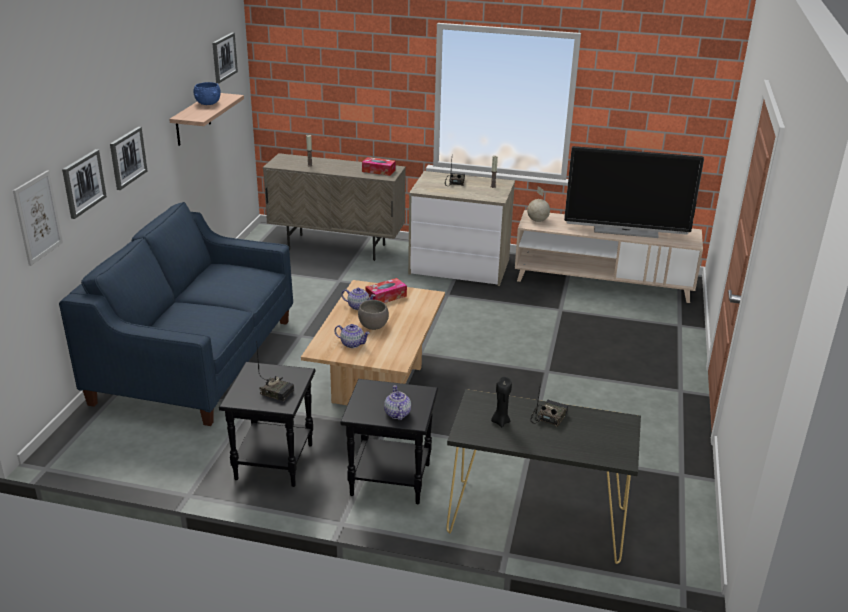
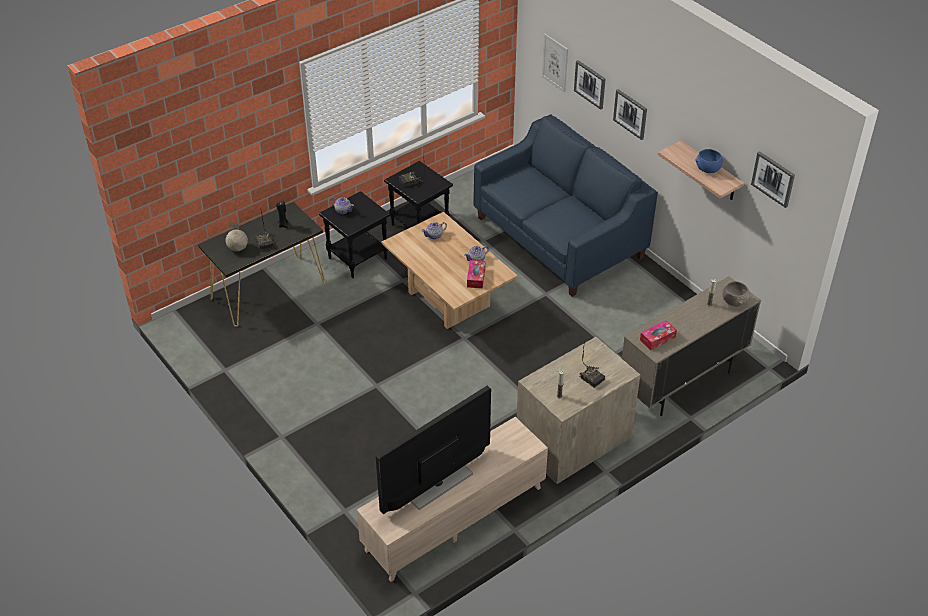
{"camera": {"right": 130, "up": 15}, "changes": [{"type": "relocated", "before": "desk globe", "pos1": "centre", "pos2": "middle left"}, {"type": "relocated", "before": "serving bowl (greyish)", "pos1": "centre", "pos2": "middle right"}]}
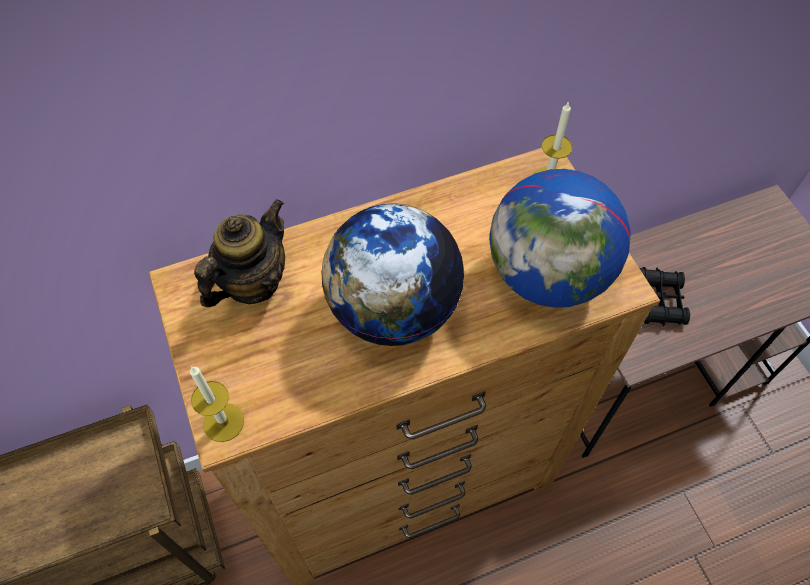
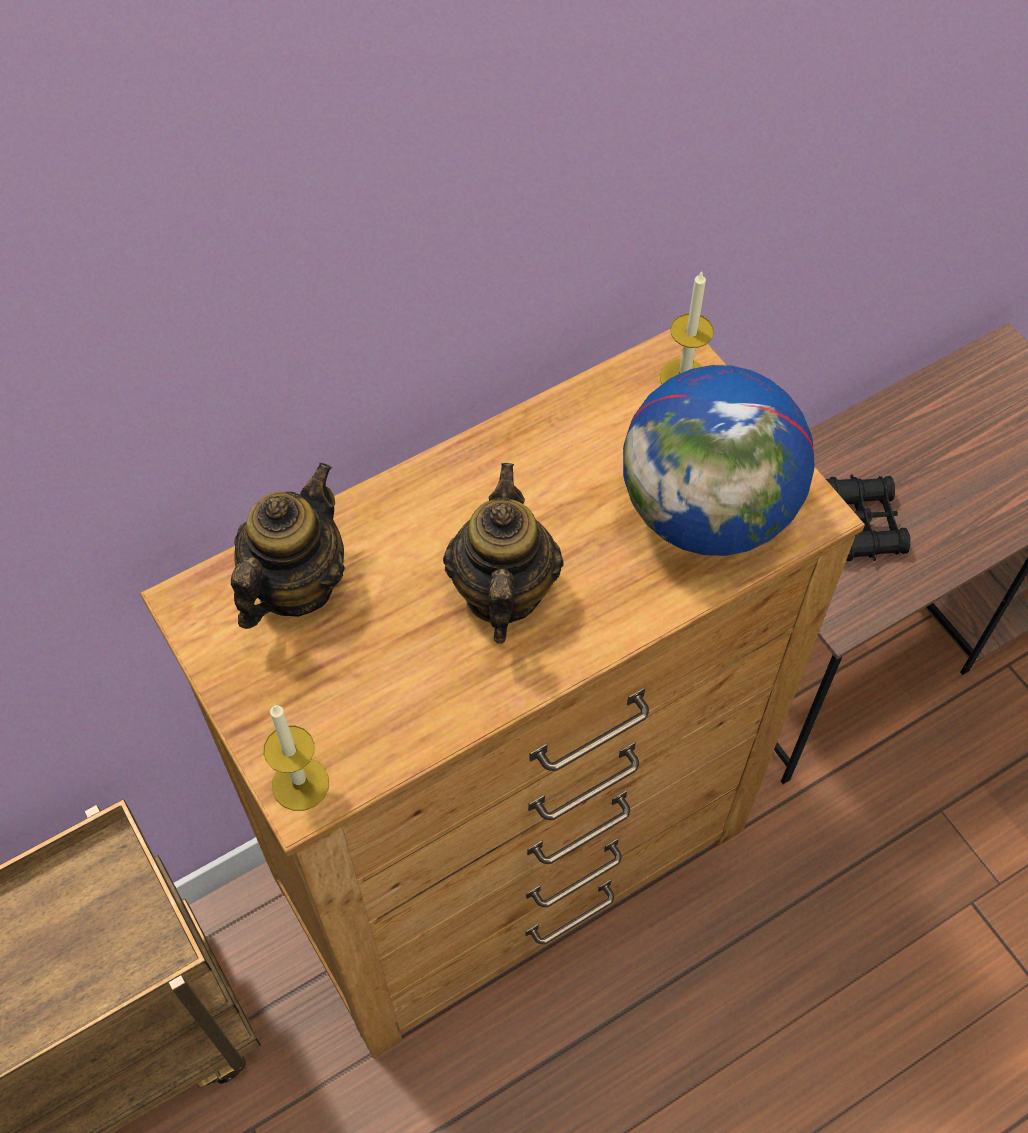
{"camera": {"right": -10, "up": 0}, "changes": [{"type": "exchanged", "before": "desk globe (no. 1 from left)", "after": "pot for tea (no. 2 from left)", "pos1": "centre", "pos2": "centre"}]}
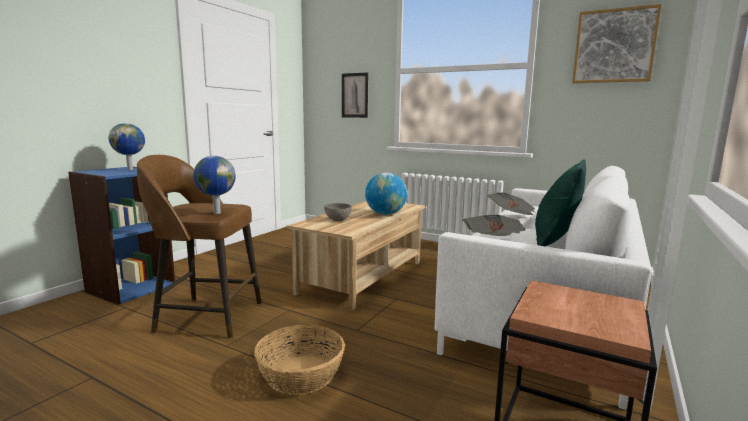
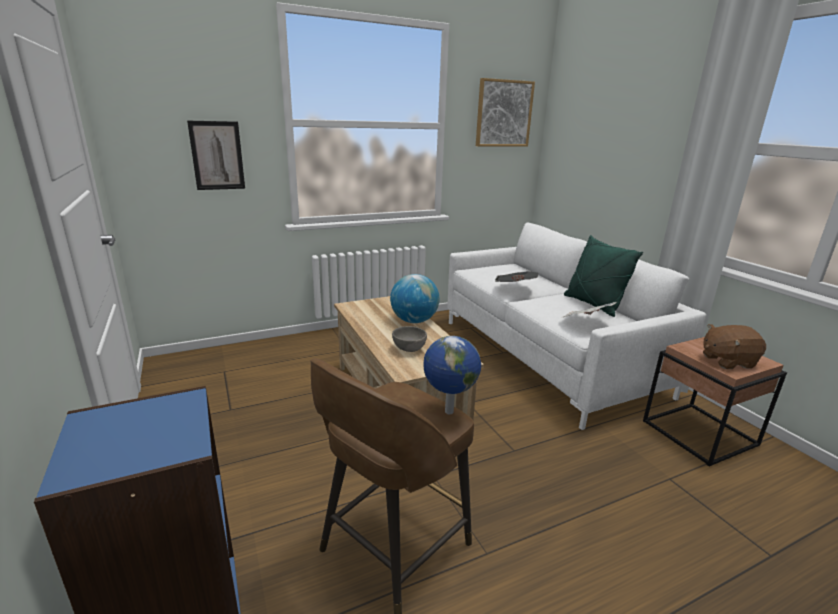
{"camera": {"right": -55, "up": 10}, "changes": [{"type": "appeared", "after": "plush toy (brown)", "pos2": "middle right"}, {"type": "missing", "before": "desk globe (no. 1 from left)", "pos1": "middle left"}, {"type": "missing", "before": "storage basket", "pos1": "bottom centre"}]}
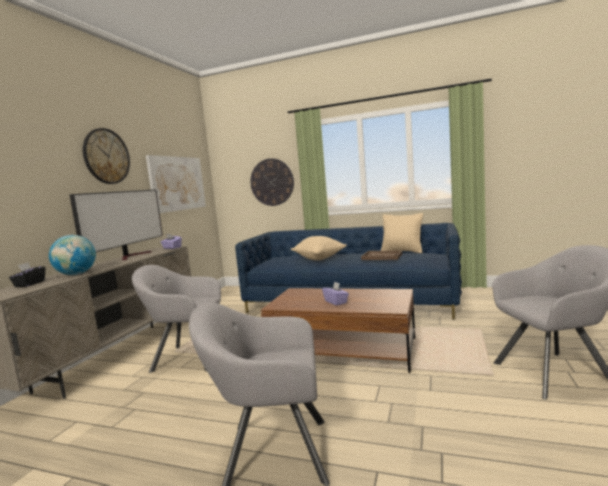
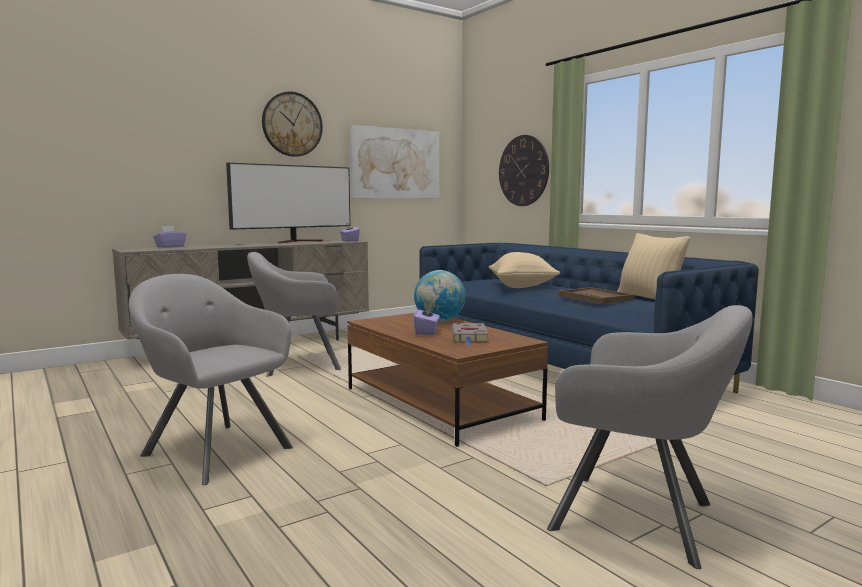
{"camera": {"right": 35, "up": 0}, "changes": [{"type": "colour", "before": "tissue box (black-coloured)", "after": "tissue box (purplish) (no. 1 from left)", "pos1": "middle left", "pos2": "middle left"}, {"type": "spun", "before": "easy chair (greyish) (no. 1 from left in the first image)", "pos1": "middle left", "pos2": "centre", "turn": -60}, {"type": "relocated", "before": "desk globe", "pos1": "middle left", "pos2": "centre"}, {"type": "appeared", "after": "book (greyish)", "pos2": "centre"}]}
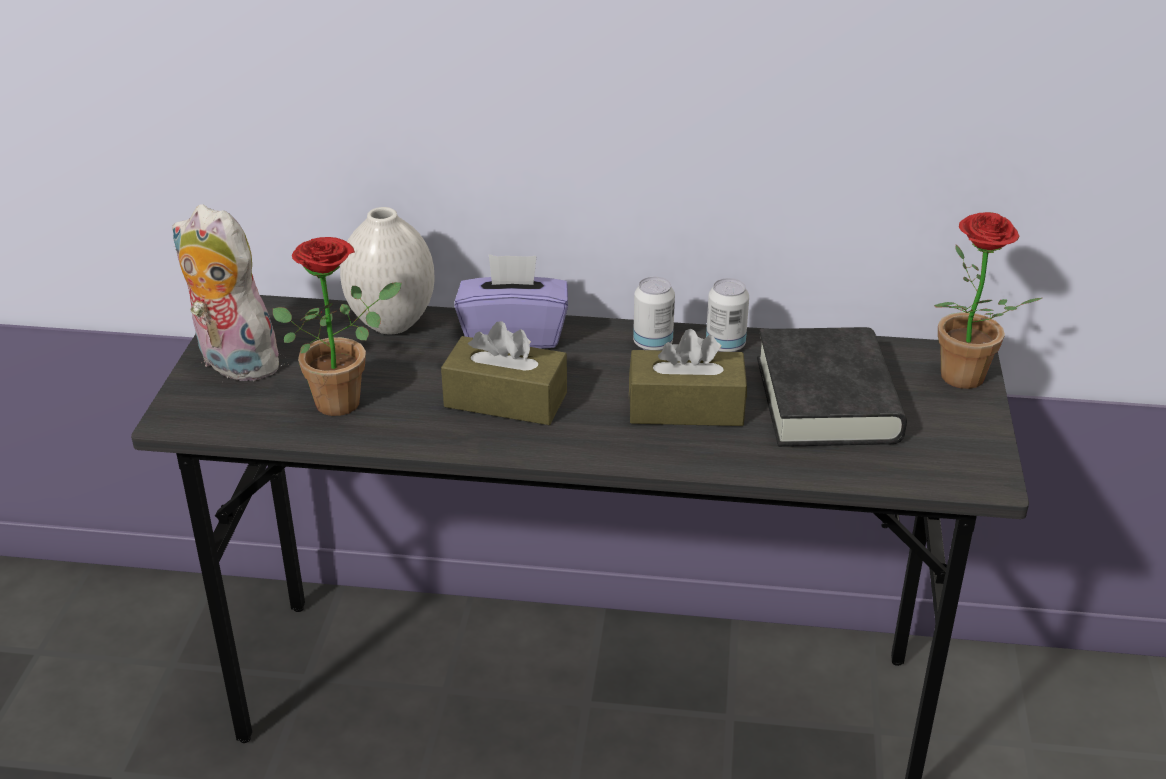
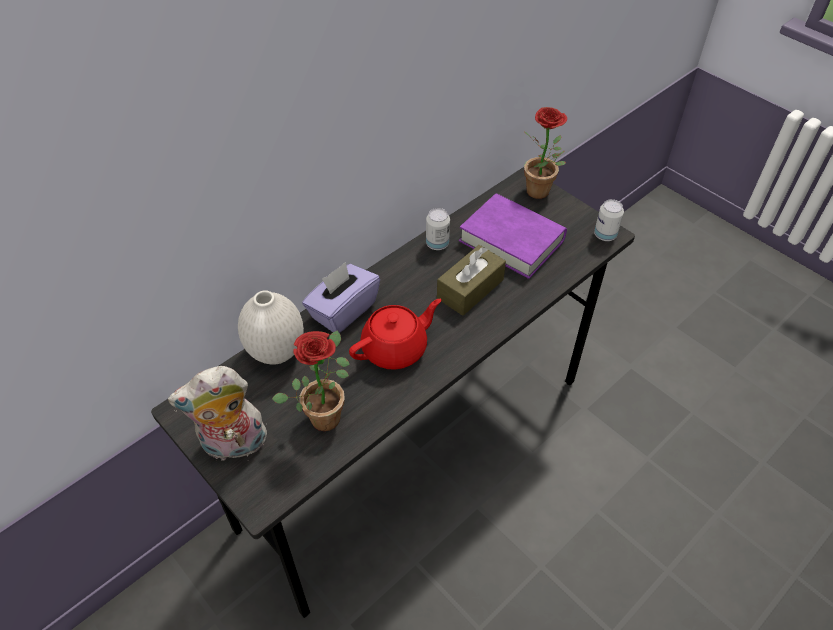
{"camera": {"right": -50, "up": 15}, "changes": [{"type": "exchanged", "before": "tissue box (brown) (no. 1 from left)", "after": "pot for tea (red)", "pos1": "centre", "pos2": "centre"}, {"type": "colour", "before": "book (black-coloured)", "after": "book (purplish)", "pos1": "middle right", "pos2": "centre"}, {"type": "relocated", "before": "sealed can (no. 1 from left in the first image)", "after": "sealed can (no. 2 from left)", "pos1": "centre", "pos2": "middle right"}]}
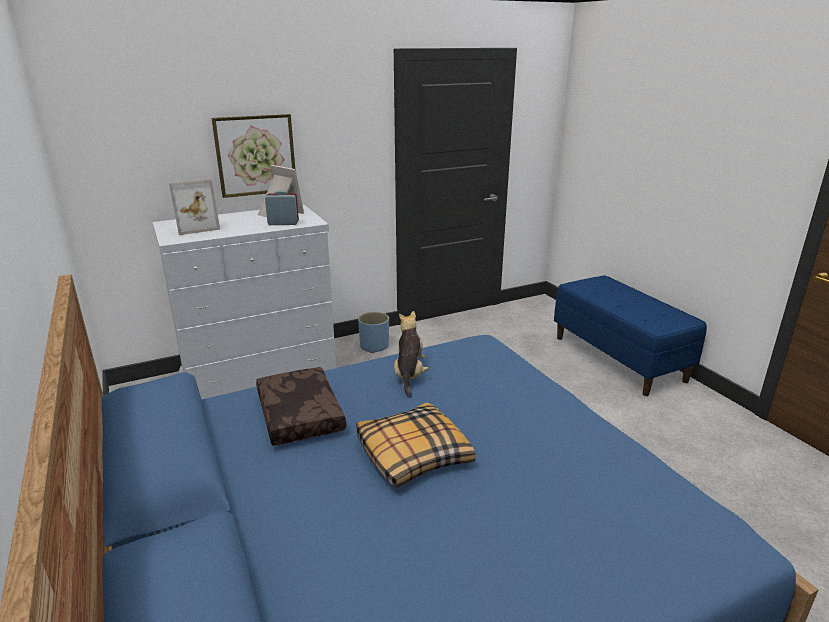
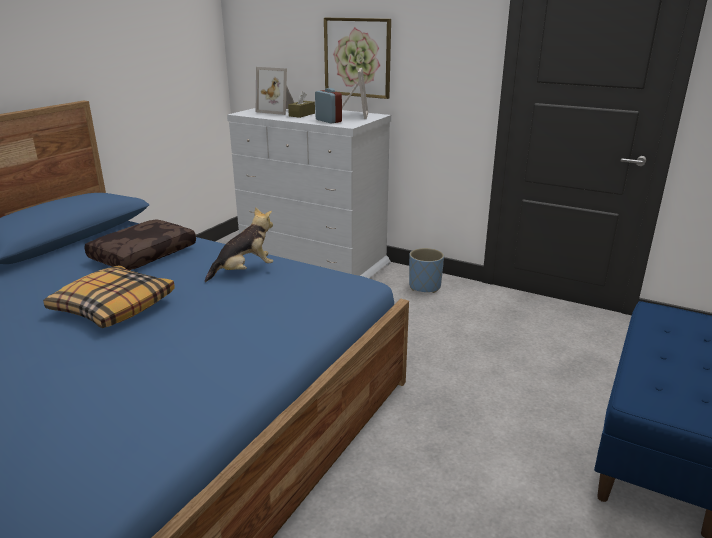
{"camera": {"right": 55, "up": 0}, "changes": [{"type": "appeared", "after": "tissue box (brown)", "pos2": "top centre"}]}
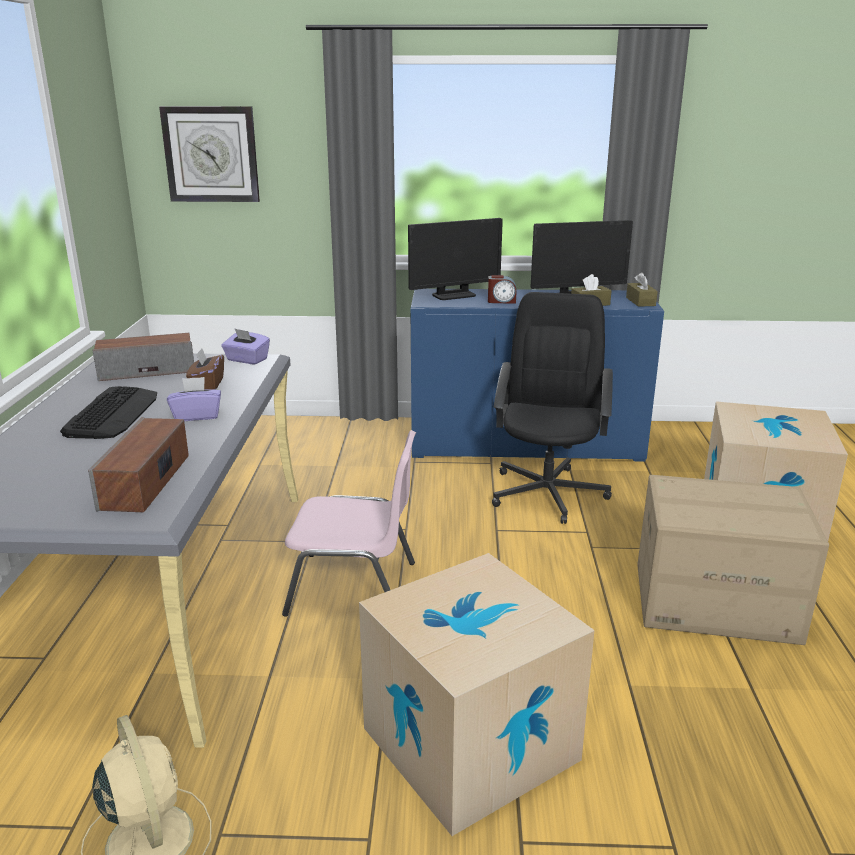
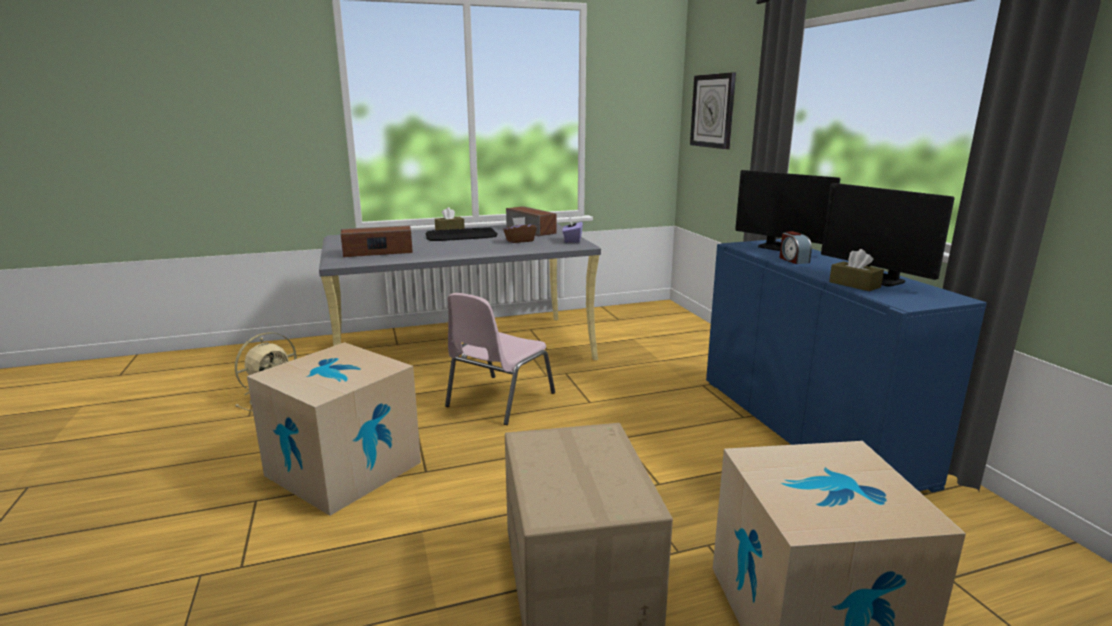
{"camera": {"right": 70, "up": -5}, "changes": [{"type": "relocated", "before": "tissue box (brown) (no. 3 from left in the first image)", "after": "tissue box (brown) (no. 1 from left)", "pos1": "middle right", "pos2": "centre"}, {"type": "spun", "before": "chair (pink-coloured)", "pos1": "centre", "pos2": "centre", "turn": 45}, {"type": "missing", "before": "tissue box (purplish) (no. 1 from left)", "pos1": "middle left"}, {"type": "missing", "before": "desk chair (black-coloured)", "pos1": "centre"}]}
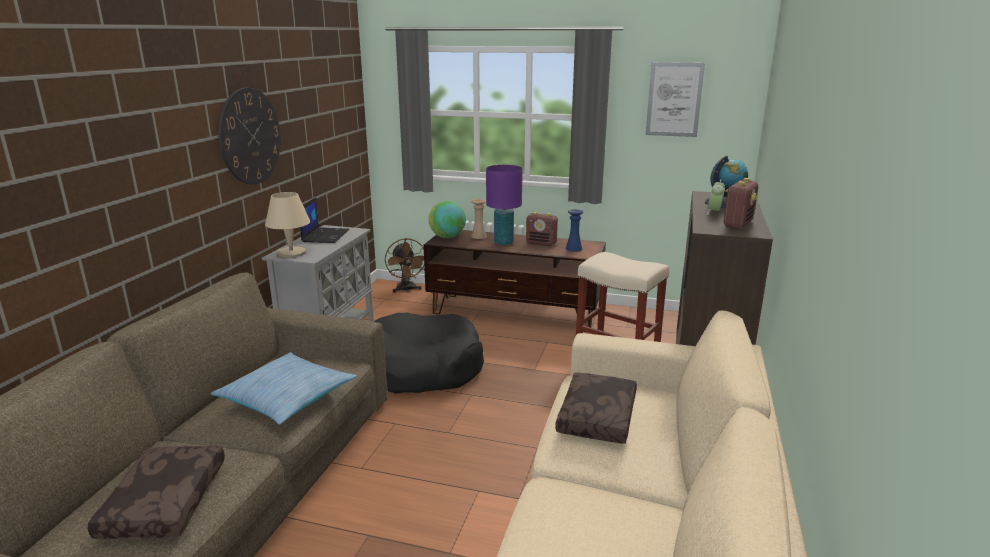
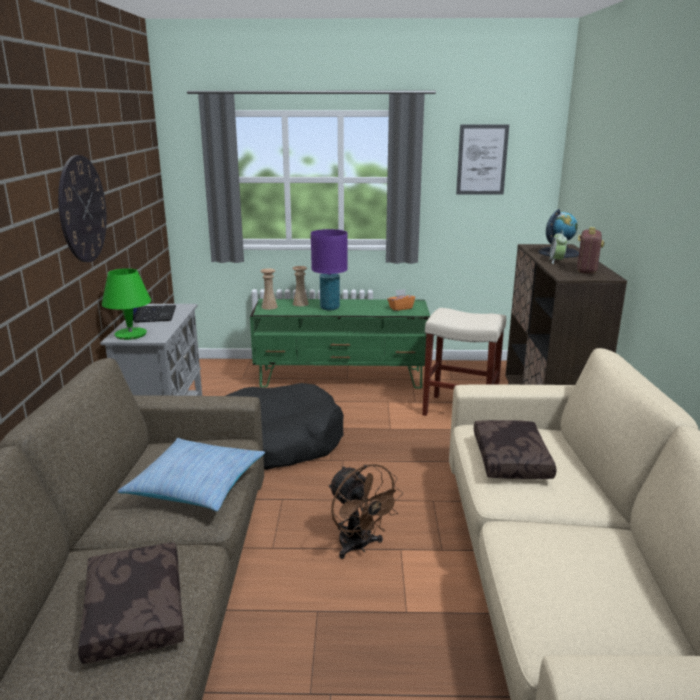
{"camera": {"right": -15, "up": 0}, "changes": [{"type": "colour", "before": "lamp for a table (beige-coloured)", "after": "lamp for a table (greenish)", "pos1": "middle left", "pos2": "middle left"}, {"type": "colour", "before": "tv stand (brown)", "after": "tv stand (greenish)", "pos1": "centre", "pos2": "centre"}, {"type": "exchanged", "before": "desk globe (no. 1 from left)", "after": "flower vase (beige-coloured) (no. 1 from left)", "pos1": "centre", "pos2": "centre"}, {"type": "relocated", "before": "electric fan (brown)", "pos1": "centre", "pos2": "bottom centre"}, {"type": "exchanged", "before": "flower vase (blue-coloured)", "after": "tissue box (orangey)", "pos1": "centre", "pos2": "centre"}, {"type": "missing", "before": "radio receiver (no. 1 from left)", "pos1": "centre"}]}
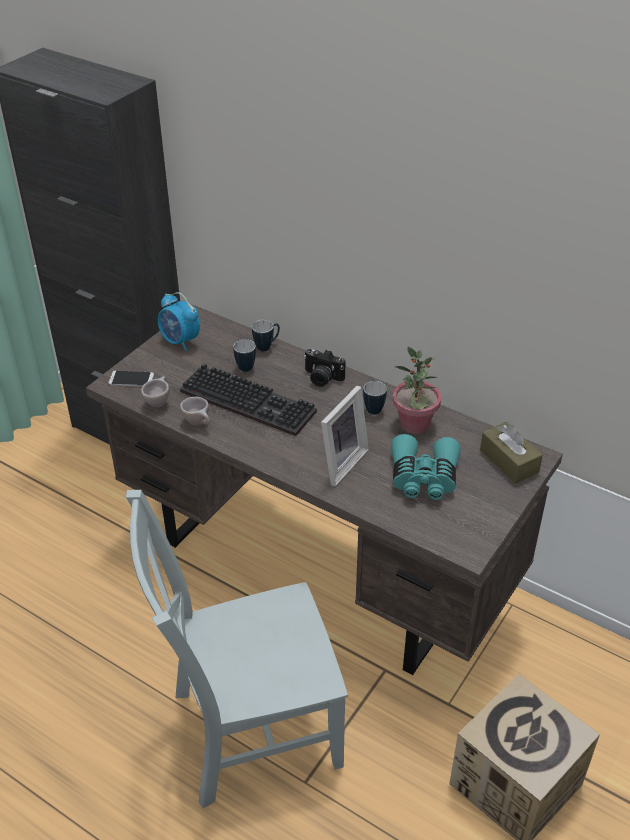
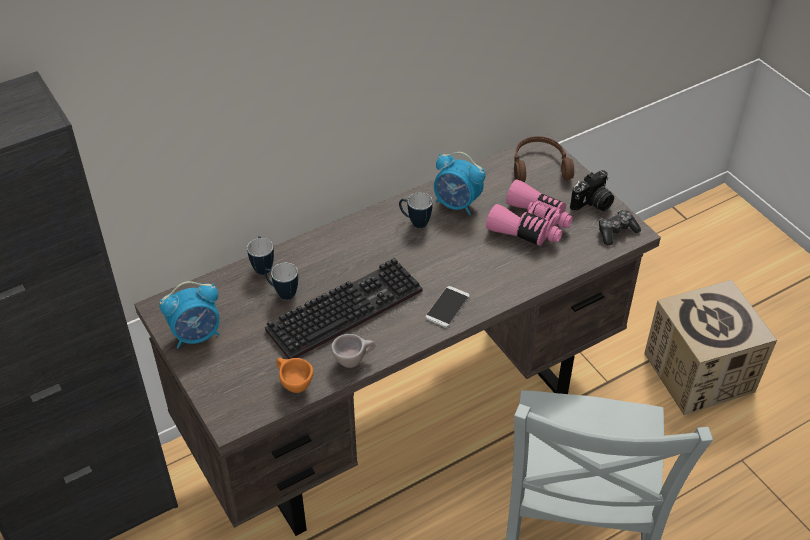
{"camera": {"right": -65, "up": 5}, "changes": [{"type": "colour", "before": "drinking cup (beige-coloured) (no. 1 from left)", "after": "drinking cup (orangey)", "pos1": "middle left", "pos2": "bottom centre"}, {"type": "relocated", "before": "phone", "pos1": "middle left", "pos2": "centre"}, {"type": "exchanged", "before": "potted plant", "after": "bedside clock (no. 2 from left)", "pos1": "centre", "pos2": "centre"}, {"type": "colour", "before": "binoculars (turquoise)", "after": "binoculars (pink-coloured)", "pos1": "middle right", "pos2": "centre"}, {"type": "exchanged", "before": "tissue box (brown)", "after": "pair of headphones (brown)", "pos1": "middle right", "pos2": "top right"}, {"type": "relocated", "before": "still camera", "pos1": "centre", "pos2": "middle right"}, {"type": "appeared", "after": "joypad", "pos2": "middle right"}, {"type": "missing", "before": "picture frame", "pos1": "centre"}]}
